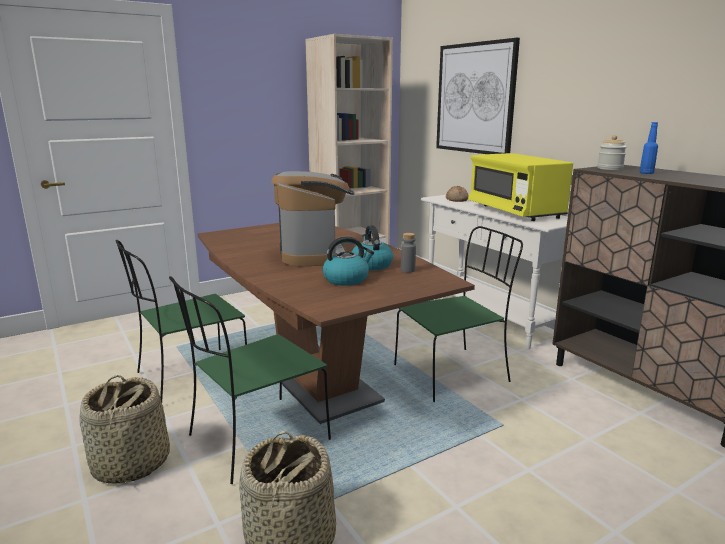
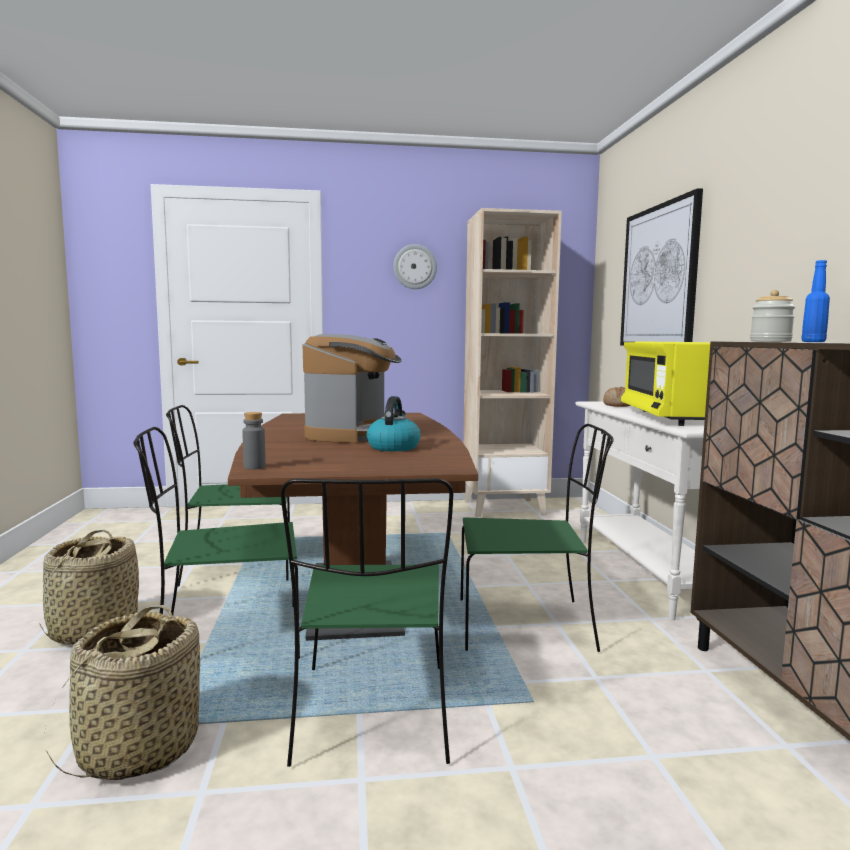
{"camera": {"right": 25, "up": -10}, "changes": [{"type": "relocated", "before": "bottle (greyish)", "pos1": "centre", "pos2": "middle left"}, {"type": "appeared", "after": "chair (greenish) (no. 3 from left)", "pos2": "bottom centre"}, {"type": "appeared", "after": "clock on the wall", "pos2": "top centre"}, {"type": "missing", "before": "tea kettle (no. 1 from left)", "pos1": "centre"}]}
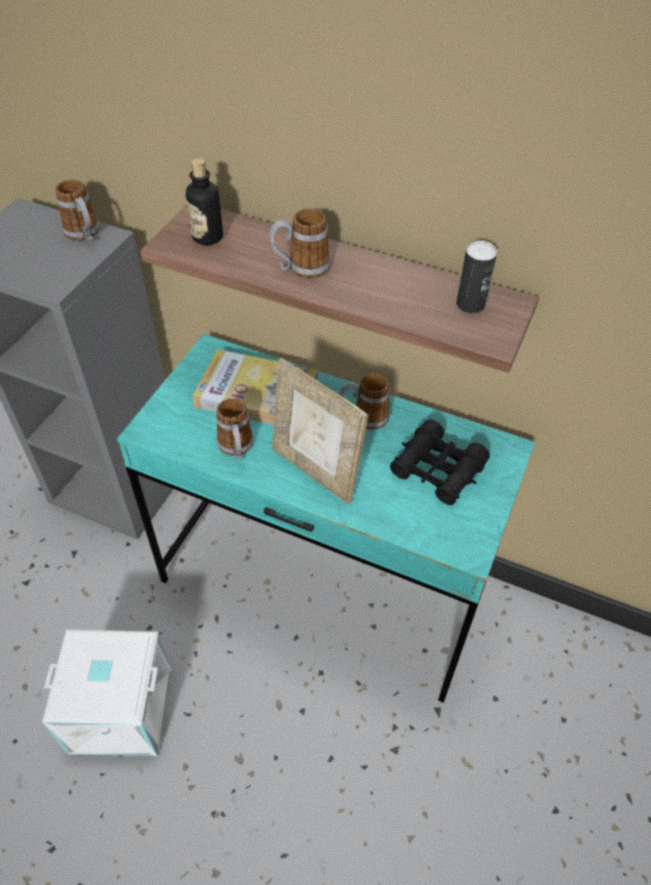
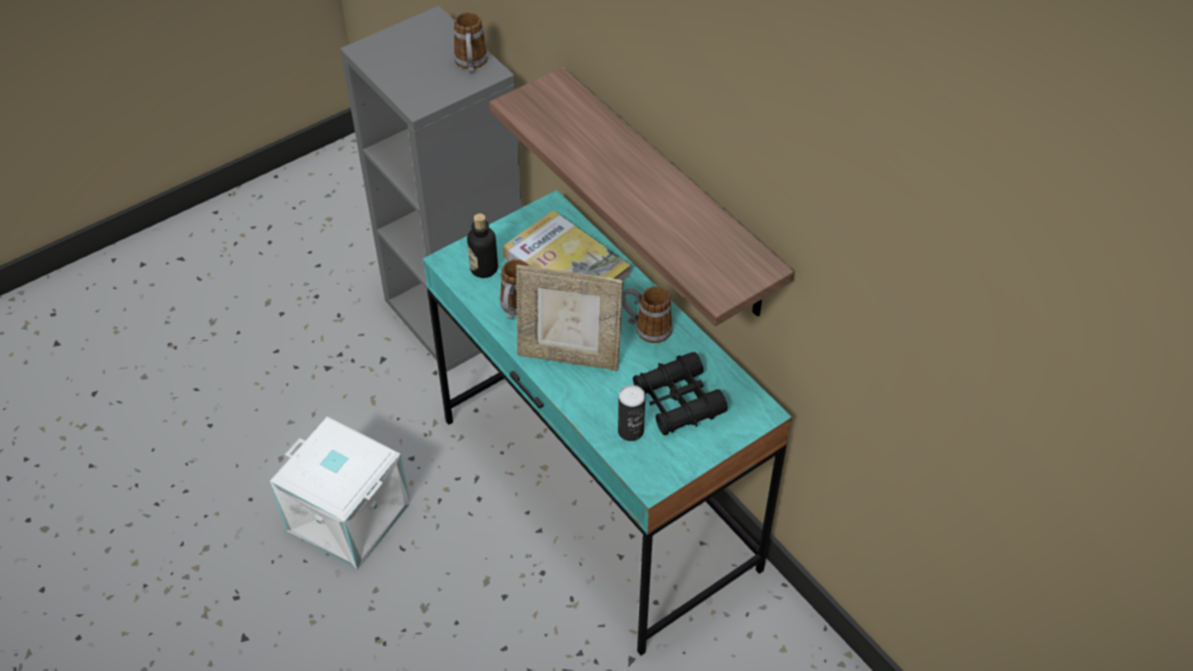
{"camera": {"right": 30, "up": 0}, "changes": [{"type": "relocated", "before": "bottle", "pos1": "top left", "pos2": "centre"}, {"type": "spun", "before": "picture frame", "pos1": "centre", "pos2": "centre", "turn": -60}, {"type": "relocated", "before": "sealed can", "pos1": "top right", "pos2": "centre"}, {"type": "missing", "before": "tea mug (no. 3 from left)", "pos1": "top centre"}]}
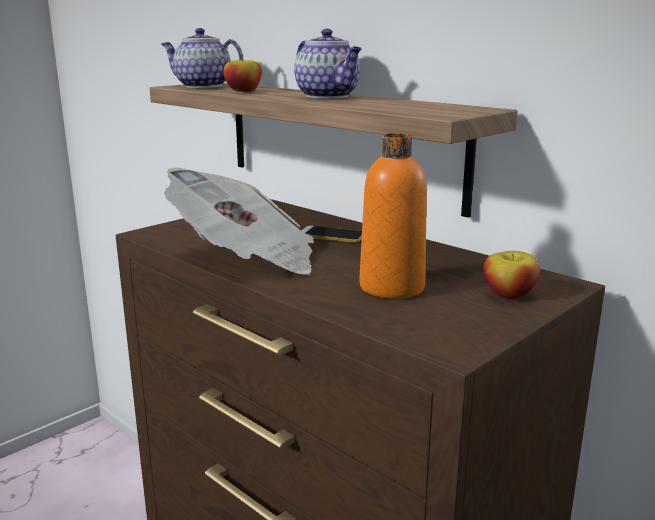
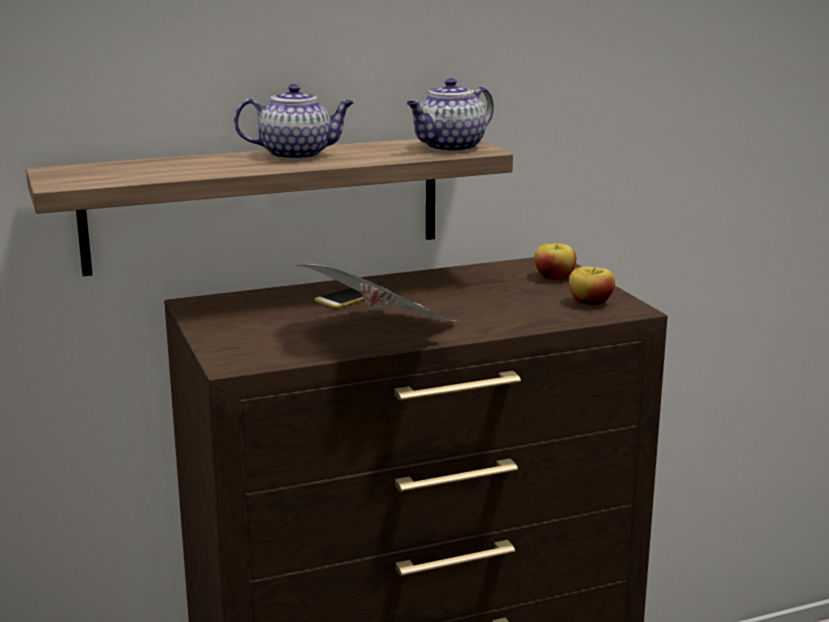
{"camera": {"right": -65, "up": 0}, "changes": [{"type": "relocated", "before": "pot for tea (no. 1 from left in the first image)", "after": "pot for tea (no. 2 from left)", "pos1": "top left", "pos2": "top centre"}, {"type": "relocated", "before": "apple (no. 1 from left in the first image)", "after": "apple (no. 2 from left)", "pos1": "top centre", "pos2": "middle right"}, {"type": "missing", "before": "bottle (orangey)", "pos1": "centre"}]}
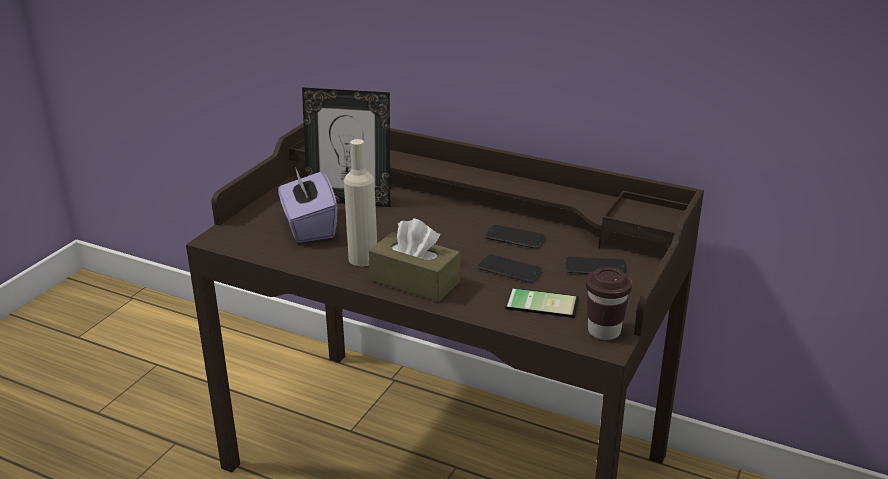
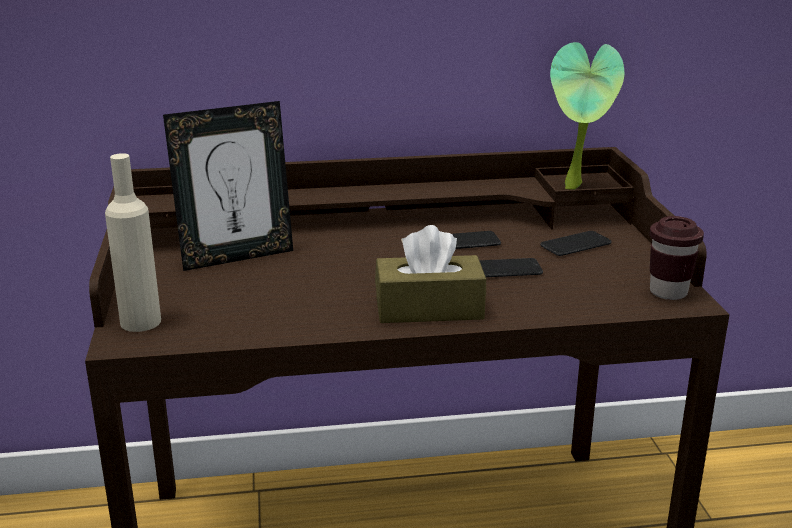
{"camera": {"right": -35, "up": -5}, "changes": [{"type": "relocated", "before": "bottle (beige-coloured)", "pos1": "centre", "pos2": "middle left"}, {"type": "appeared", "after": "potted plant", "pos2": "top right"}, {"type": "missing", "before": "tissue box (purplish)", "pos1": "centre"}, {"type": "missing", "before": "phone (no. 3 from left)", "pos1": "centre"}]}
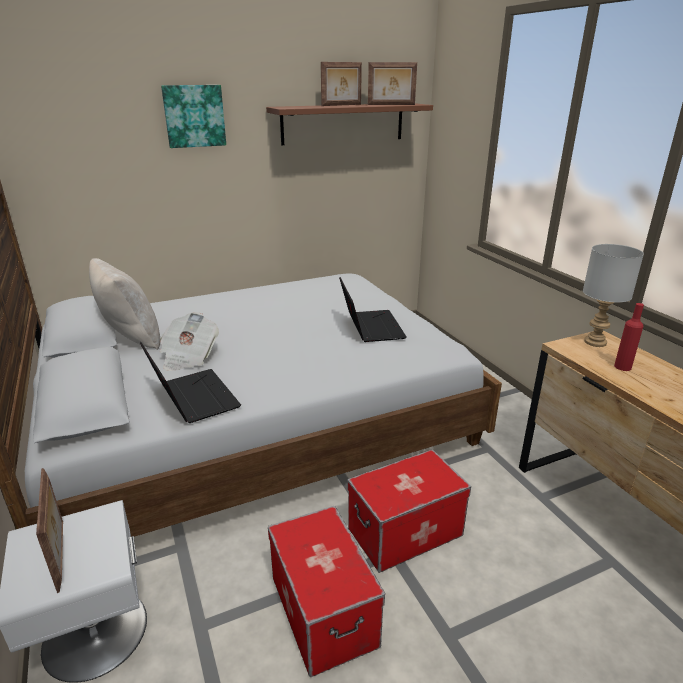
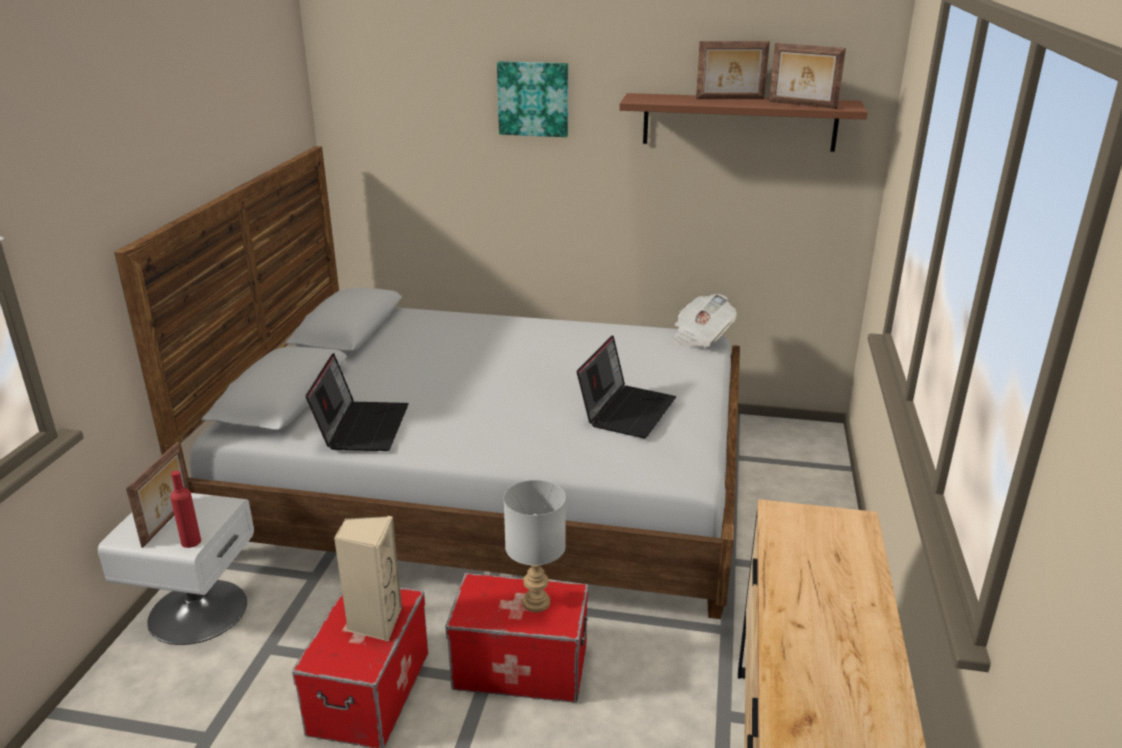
{"camera": {"right": 35, "up": 0}, "changes": [{"type": "relocated", "before": "bottle (red)", "pos1": "middle right", "pos2": "bottom left"}, {"type": "appeared", "after": "loudspeaker (beige-coloured)", "pos2": "bottom left"}, {"type": "relocated", "before": "lamp for a table (greyish)", "pos1": "middle right", "pos2": "bottom centre"}, {"type": "relocated", "before": "daily paper", "pos1": "middle left", "pos2": "centre"}, {"type": "missing", "before": "pillow (beige-coloured)", "pos1": "middle left"}]}
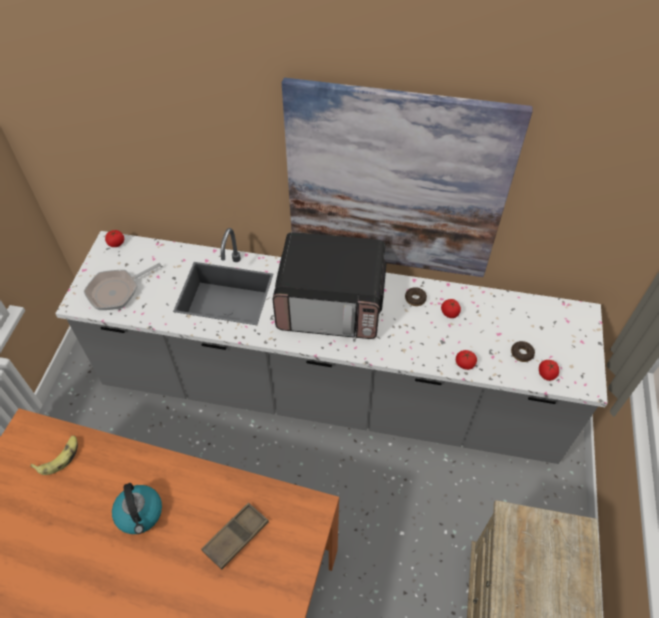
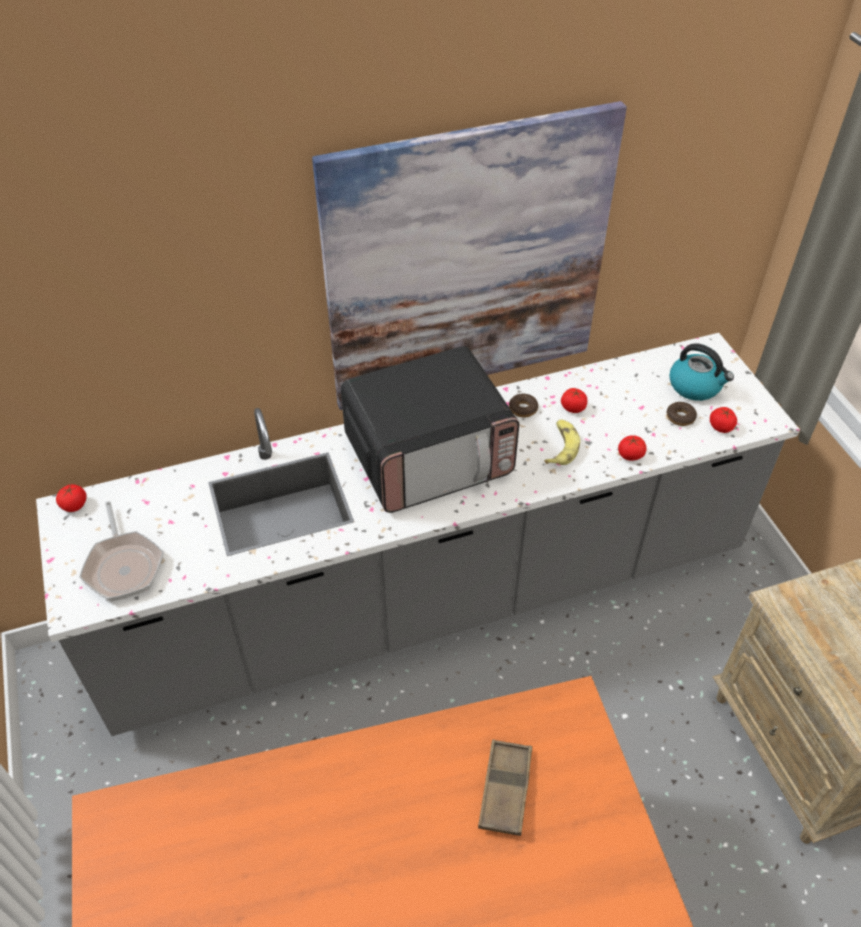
{"camera": {"right": -30, "up": -5}, "changes": [{"type": "spun", "before": "frying pan", "pos1": "middle left", "pos2": "middle left", "turn": -45}, {"type": "relocated", "before": "banana fruit", "pos1": "bottom left", "pos2": "centre"}, {"type": "relocated", "before": "tea kettle", "pos1": "bottom left", "pos2": "middle right"}]}
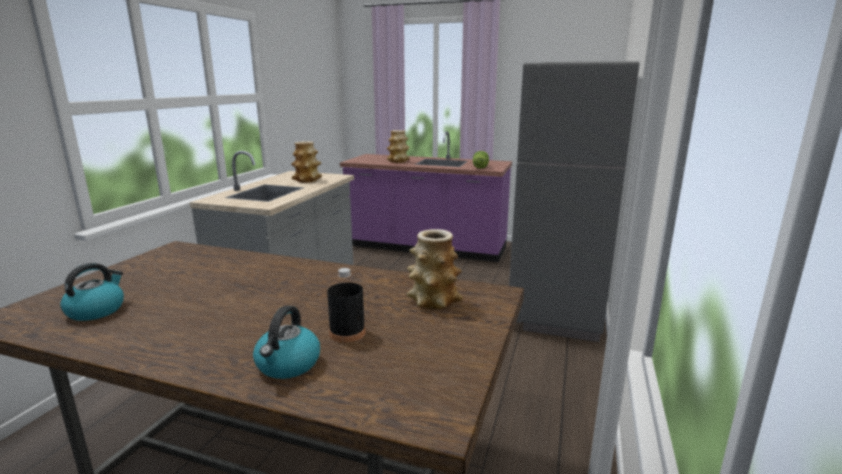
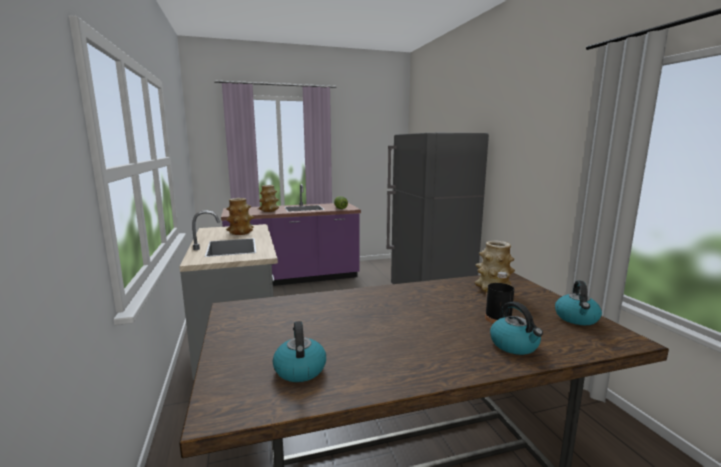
{"camera": {"right": -35, "up": -5}, "changes": [{"type": "appeared", "after": "tea kettle (no. 3 from left)", "pos2": "middle right"}]}
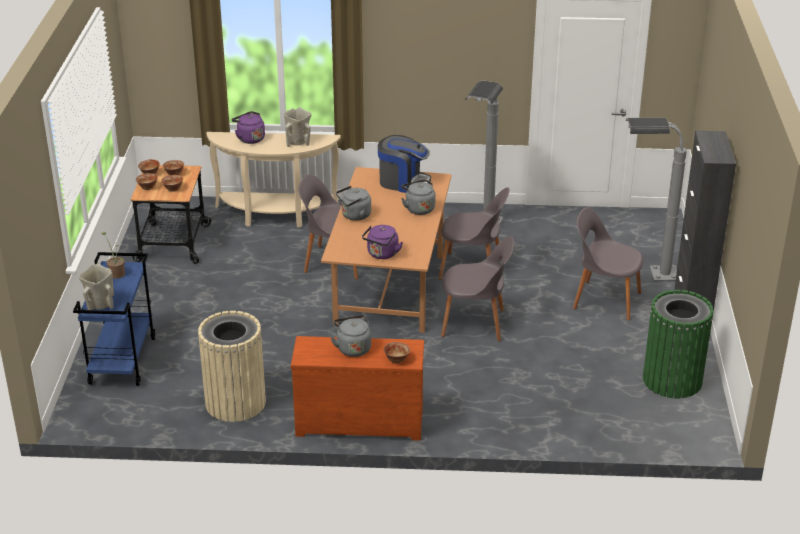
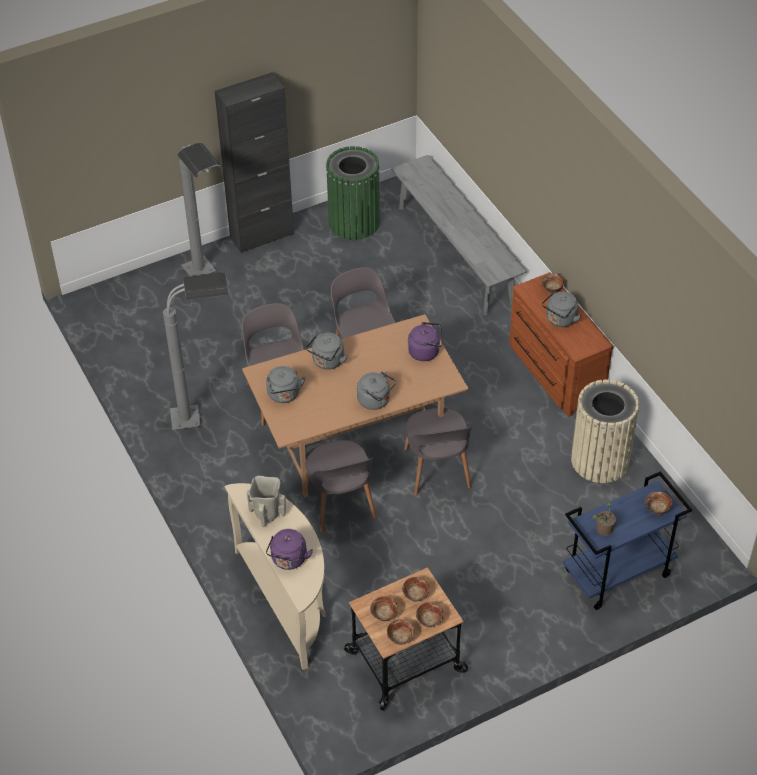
{"camera": {"right": -120, "up": 15}, "changes": [{"type": "exchanged", "before": "coffee machine", "after": "tea kettle (greyish) (no. 1 from left)", "pos1": "top centre", "pos2": "centre"}, {"type": "appeared", "after": "indoor bench (greyish)", "pos2": "top centre"}, {"type": "relocated", "before": "chair (greyish) (no. 4 from left)", "pos1": "middle right", "pos2": "centre"}, {"type": "exchanged", "before": "flower vase (beige-coloured) (no. 1 from left)", "after": "serving bowl (no. 6 from left)", "pos1": "middle left", "pos2": "middle right"}]}
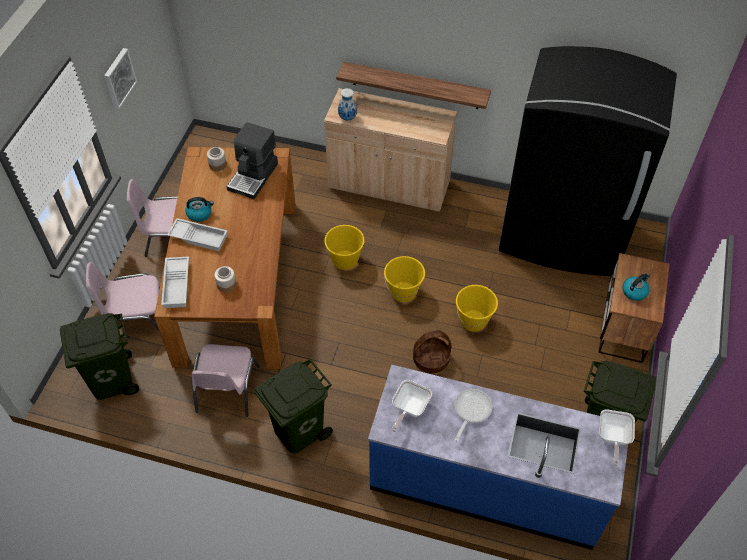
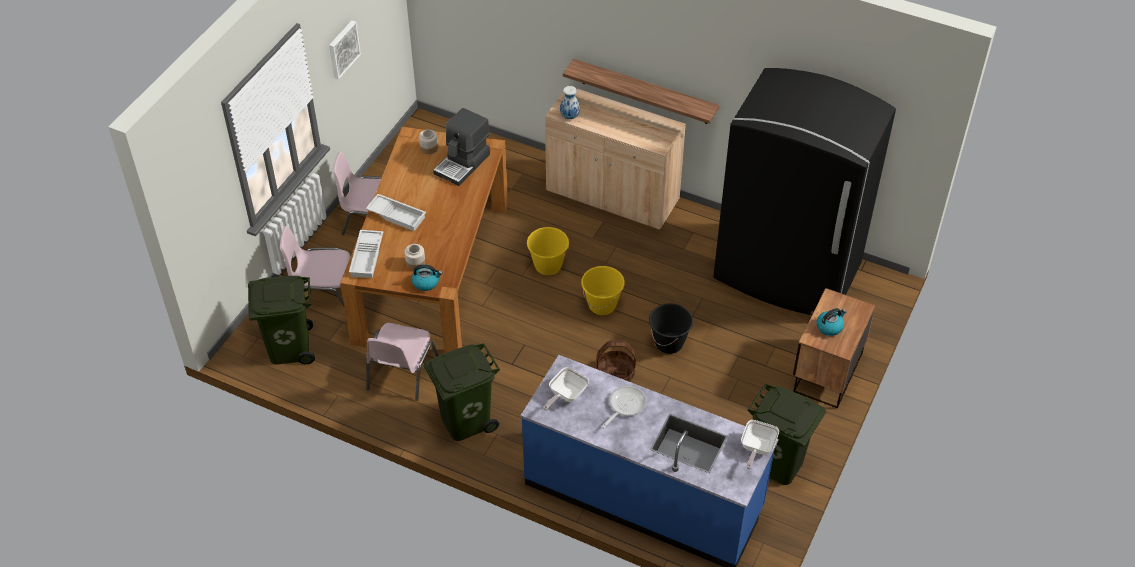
{"camera": {"right": 10, "up": -5}, "changes": [{"type": "relocated", "before": "tea kettle (no. 1 from left)", "pos1": "middle left", "pos2": "centre"}, {"type": "colour", "before": "pail (yellowish) (no. 3 from left)", "after": "pail (black-coloured)", "pos1": "centre", "pos2": "centre"}]}
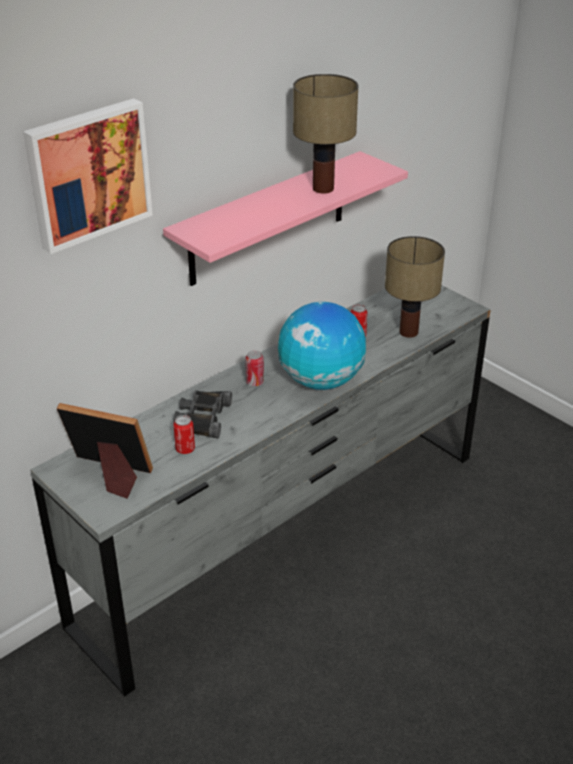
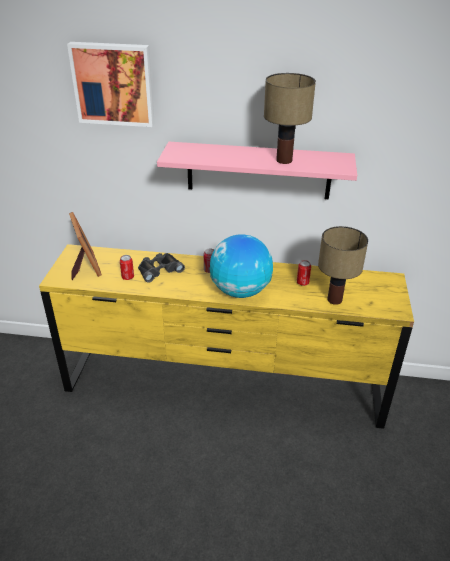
{"camera": {"right": 50, "up": 0}, "changes": [{"type": "colour", "before": "dresser (greyish)", "after": "dresser (yellowish)", "pos1": "centre", "pos2": "centre"}]}
